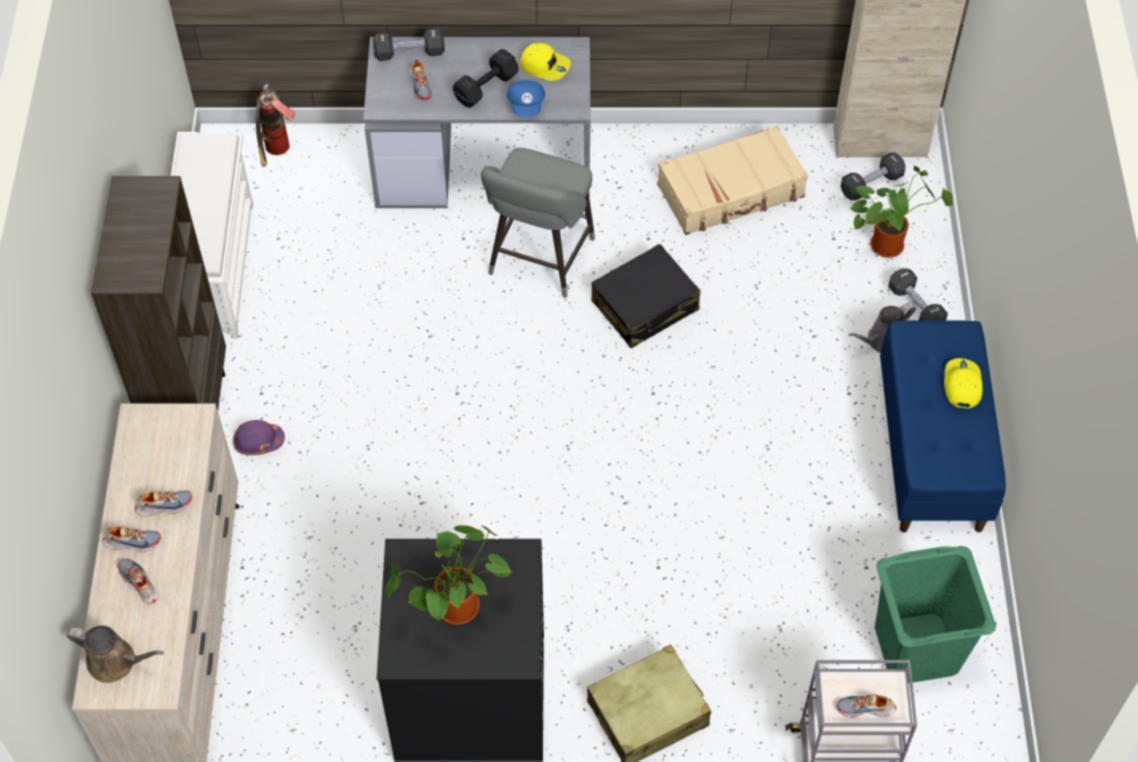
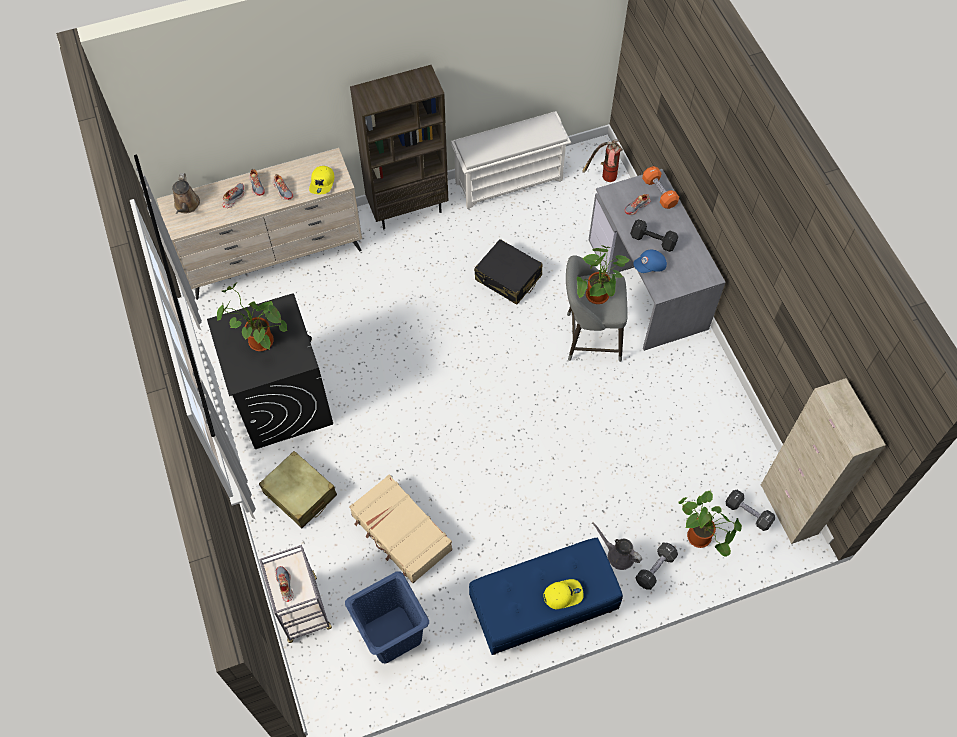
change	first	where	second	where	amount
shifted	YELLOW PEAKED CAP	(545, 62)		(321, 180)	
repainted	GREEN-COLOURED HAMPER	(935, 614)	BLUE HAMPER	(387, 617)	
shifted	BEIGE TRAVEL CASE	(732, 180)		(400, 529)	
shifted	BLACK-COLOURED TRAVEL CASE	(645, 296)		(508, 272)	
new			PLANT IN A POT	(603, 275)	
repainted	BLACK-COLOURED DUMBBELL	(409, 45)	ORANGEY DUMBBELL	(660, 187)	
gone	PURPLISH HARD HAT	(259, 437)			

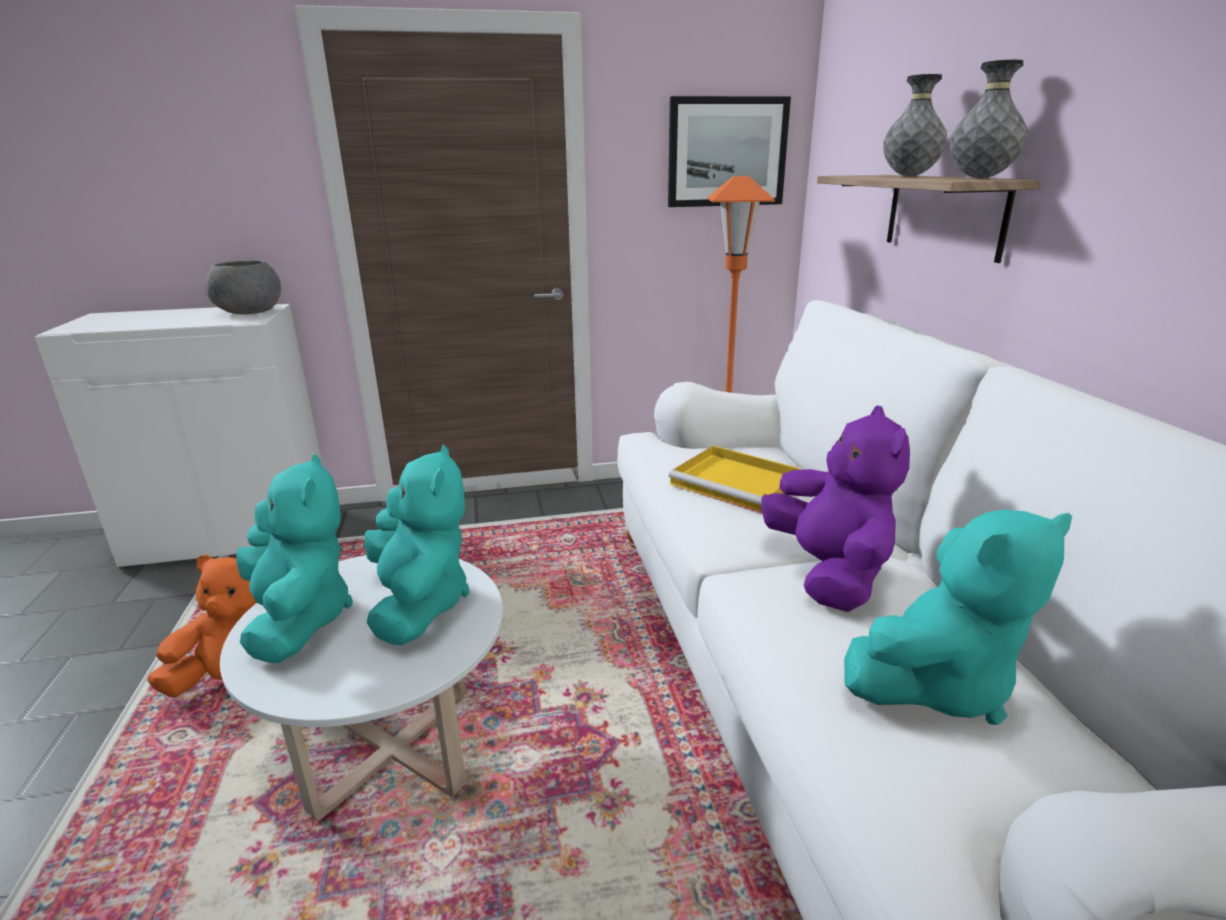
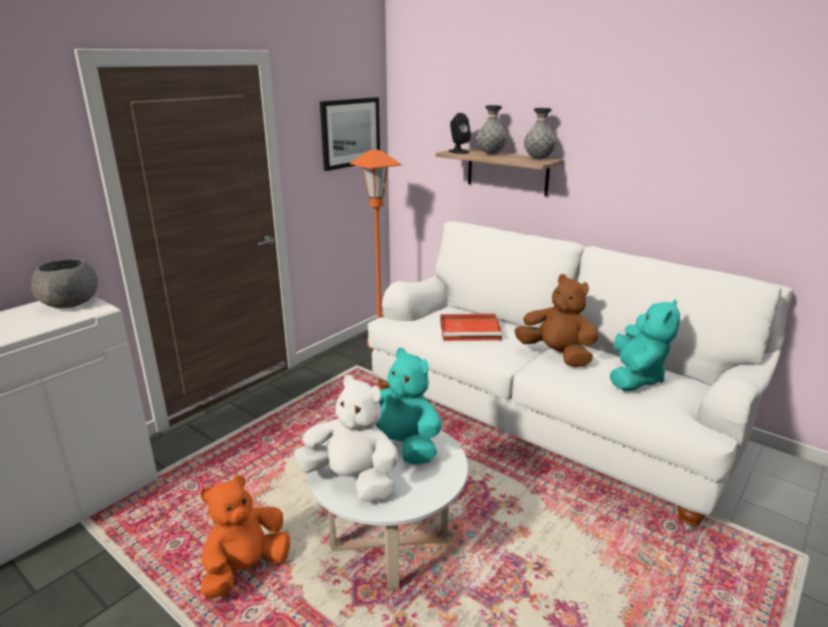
change	first	where	second	where	amount
repainted	BLUE-GREEN SOFT TOY	(294, 558)	WHITE-COLOURED SOFT TOY	(346, 438)	
repainted	YELLOW TRAY	(736, 479)	RED TRAY	(471, 327)	
new			BLACK-COLOURED AUDIO SPEAKER	(460, 133)	
repainted	PURPLISH SOFT TOY	(835, 508)	BROWN SOFT TOY	(556, 320)	

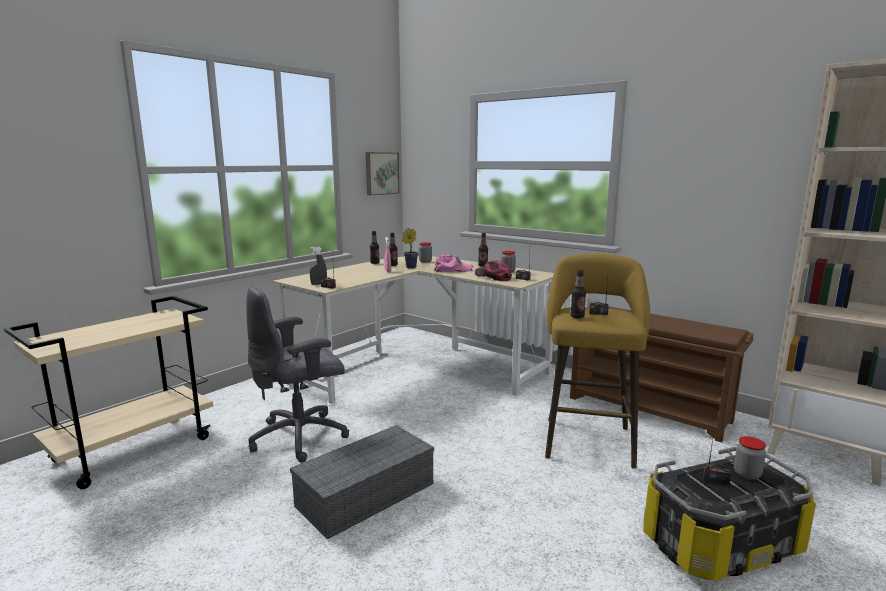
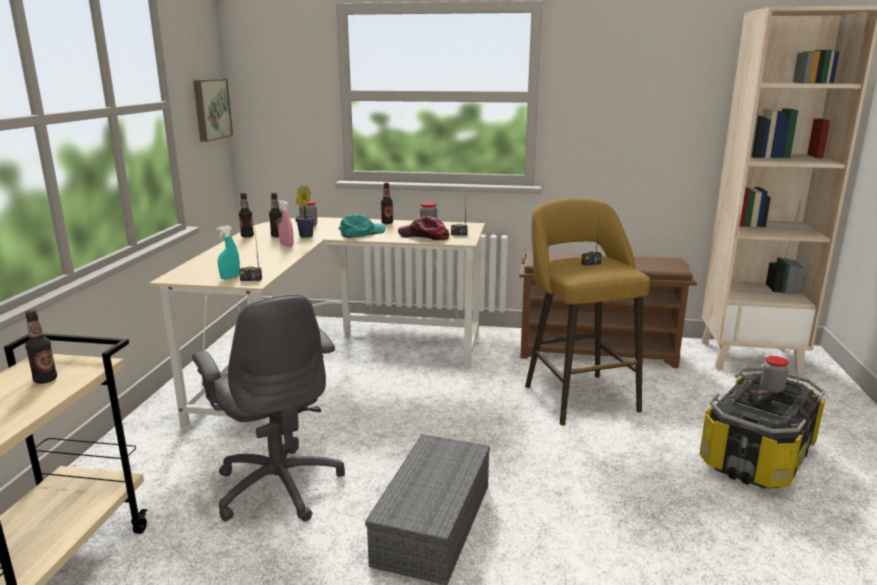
change	first	where	second	where	amount
shifted	DRINK BOTTLE	(578, 294)		(41, 347)	
rotated	GRAY OFFICE CHAIR	(297, 374)		(268, 408)	60 degrees counterclockwise
repainted	GRAY SPRAY BOTTLE	(318, 266)	BLUE-GREEN SPRAY BOTTLE	(228, 253)	
repainted	PINK PEAKED CAP	(454, 263)	BLUE-GREEN PEAKED CAP	(362, 226)	

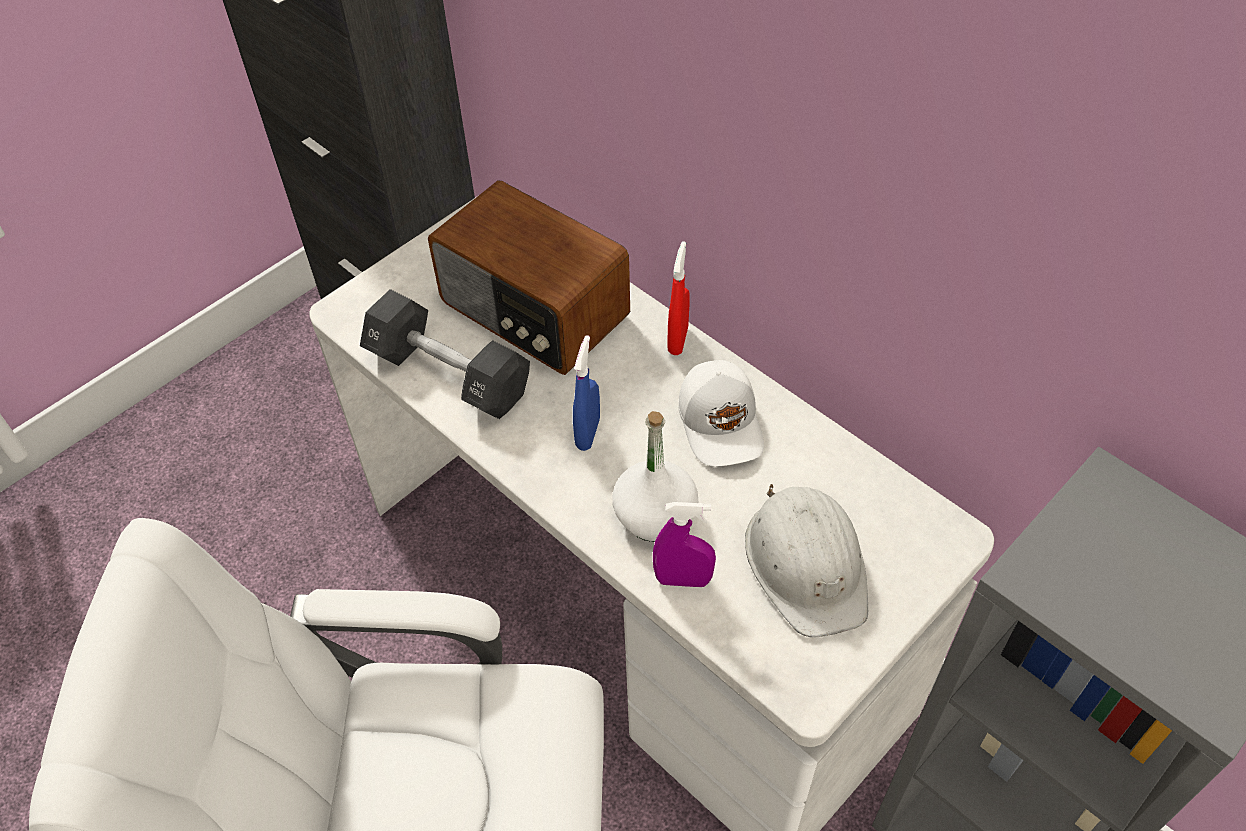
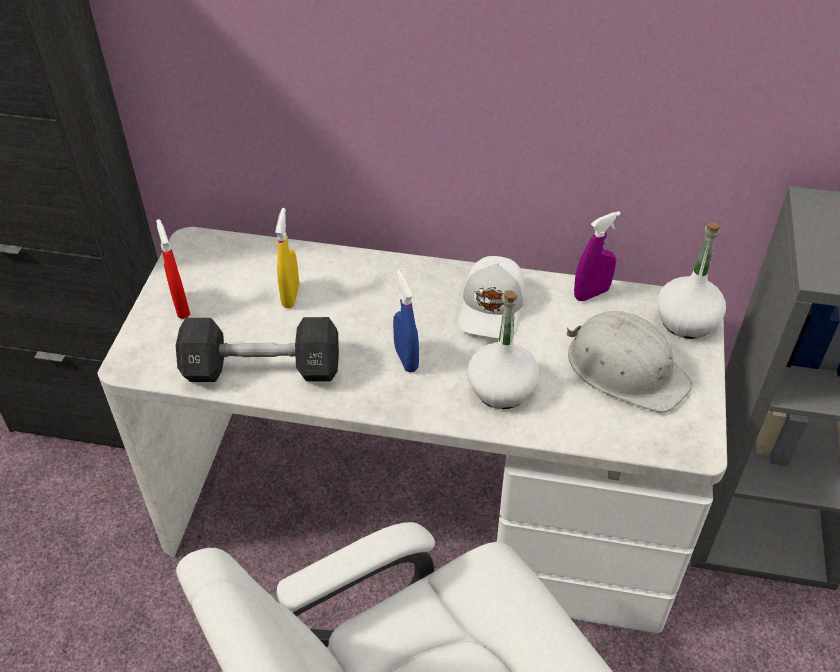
change	first	where	second	where	amount
shifted	RED SPRAY BOTTLE	(678, 298)		(173, 269)	
swapped	RADIO	(529, 277)	YELLOW SPRAY BOTTLE	(287, 258)	
rotated	WHITE-COLOURED PEAKED CAP	(721, 413)		(492, 297)	60 degrees clockwise
shifted	PURPLISH SPRAY BOTTLE	(684, 544)		(597, 256)	
new			WHITE-COLOURED DRINK BOTTLE	(691, 281)	

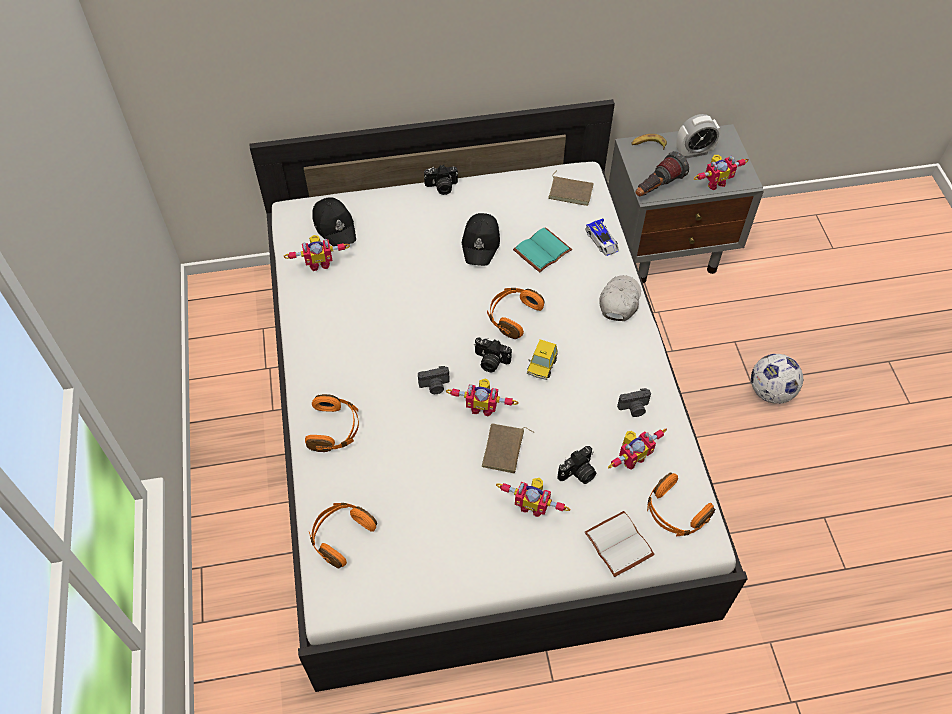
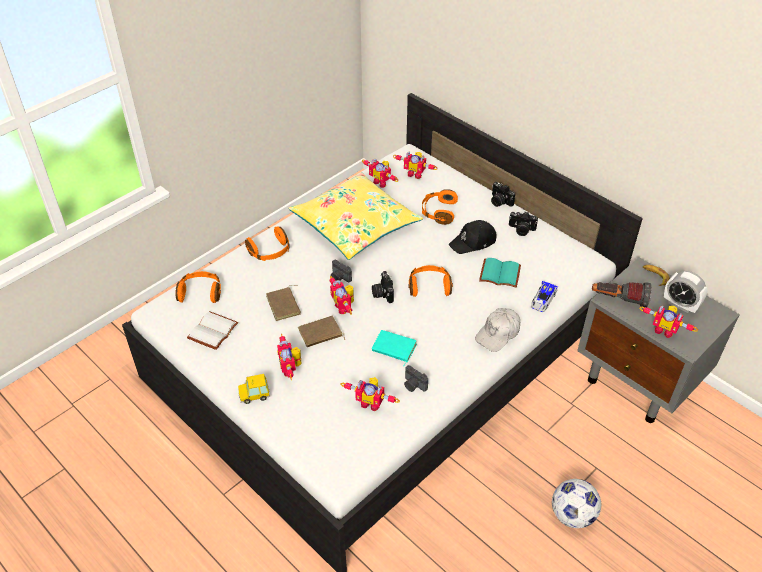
change	first	where	second	where	amount
shifted	WHITE-COLOURED BOOK	(619, 544)		(212, 330)	
shifted	MODEL CAR	(542, 359)		(254, 389)	
shifted	BROWN BOOK	(571, 188)		(283, 303)	
new			YELLOW PILLOW	(355, 216)	
new			BLUE-GREEN BOOK	(394, 348)	
swapped	BLACK-COLOURED PEAKED CAP	(334, 221)	TOY ROBOT	(415, 165)	
shifted	ORANGEY PAIR OF HEADPHONES	(681, 504)		(440, 207)	
rotated	WHITE-COLOURED PEAKED CAP	(620, 298)		(497, 330)	150 degrees clockwise
shifted	STILL CAMERA	(577, 465)		(523, 224)	

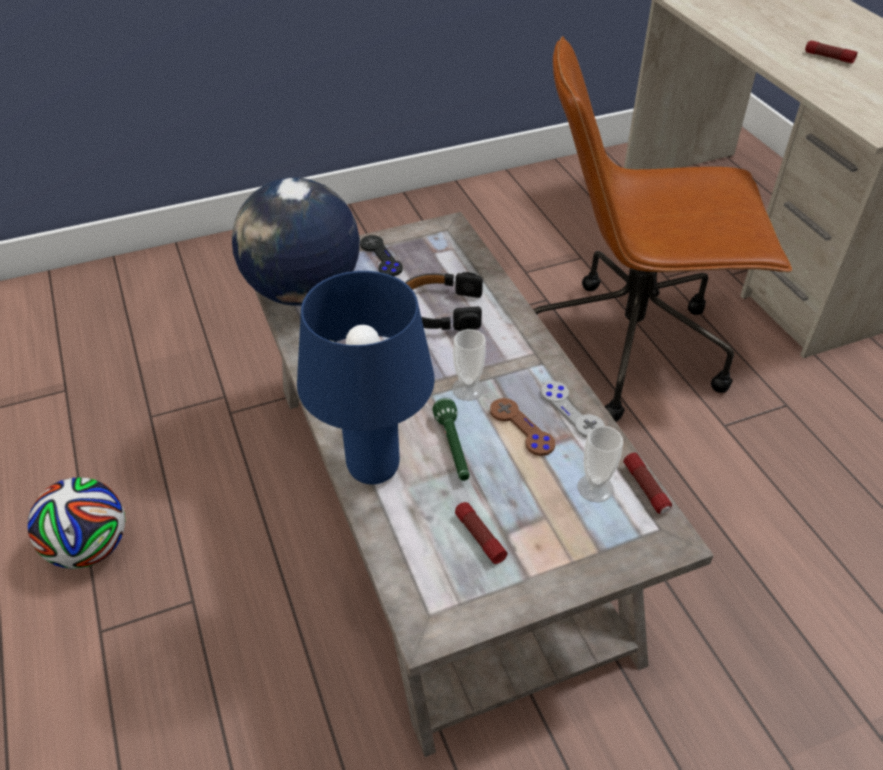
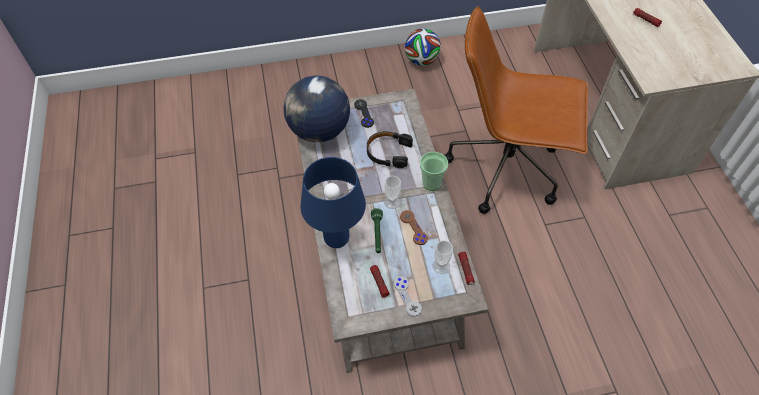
change	first	where	second	where	amount
shifted	GRAY JOYPAD	(573, 409)		(408, 296)	
shifted	BALL FOR FOOTBALL	(76, 523)		(423, 47)	
new			SMALL CUP	(434, 171)	

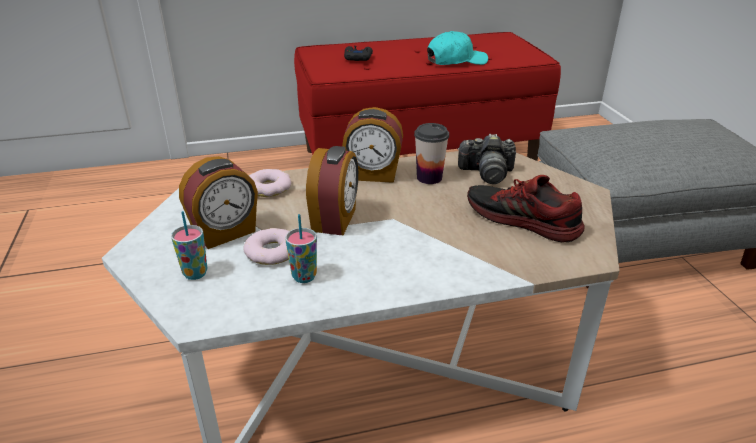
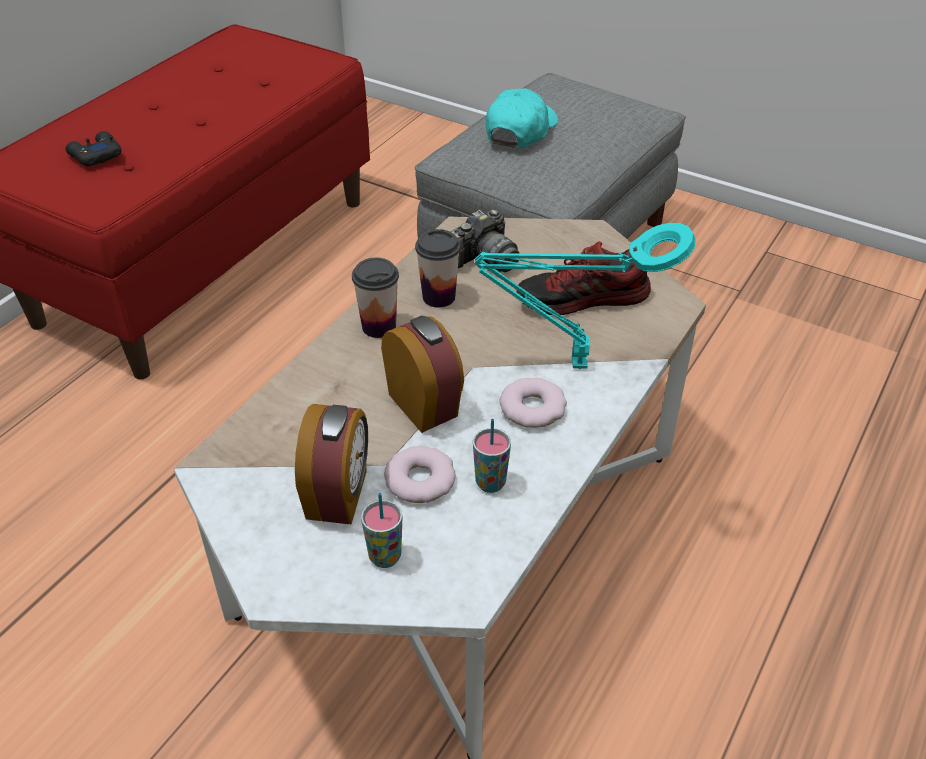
change	first	where	second	where	amount
swapped	TABLE CLOCK	(372, 145)	SMALL CUP	(375, 298)	
new			BLUE-GREEN LAMP FOR A TABLE	(585, 296)	
shifted	BLUE-GREEN PEAKED CAP	(457, 48)		(522, 118)	
shifted	DOUGHNUT	(270, 183)		(533, 403)	

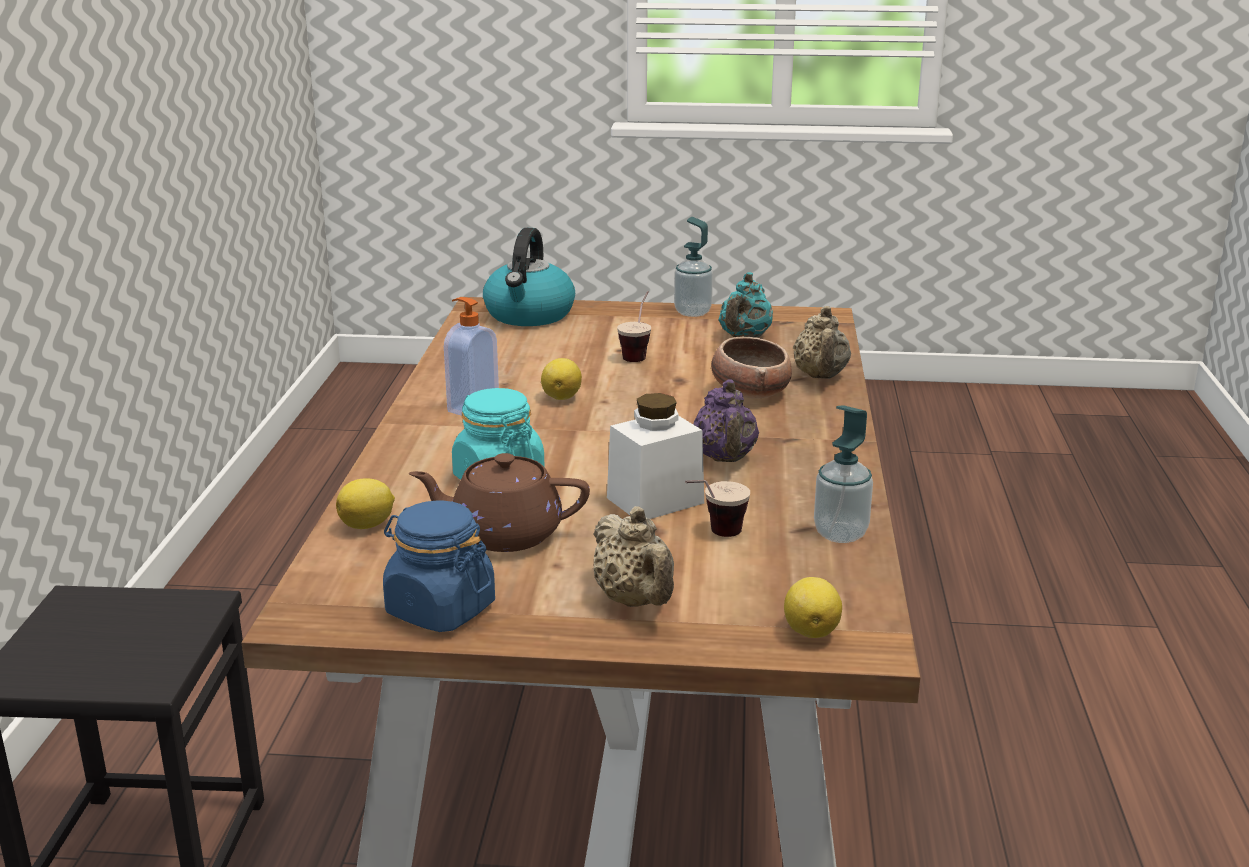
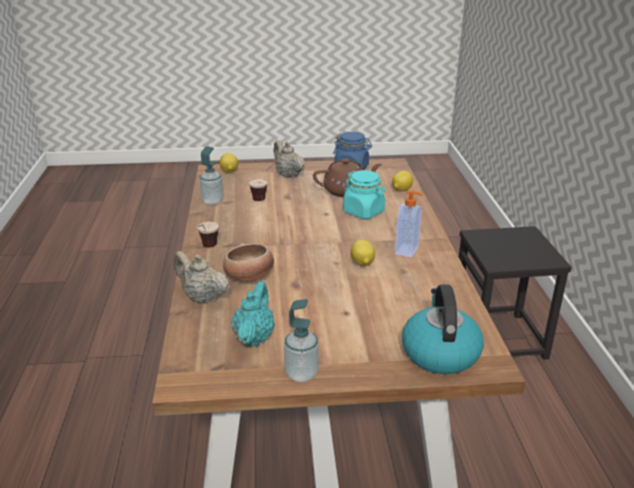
change	first	where	second	where	amount
rotated	BEIGE TEAPOT	(822, 342)		(202, 277)	45 degrees counterclockwise
shifted	SMALL CUP	(634, 326)		(208, 235)	
gone	WHITE-COLOURED STORAGE JAR	(655, 456)			
gone	PURPLISH TEAPOT	(726, 420)			

